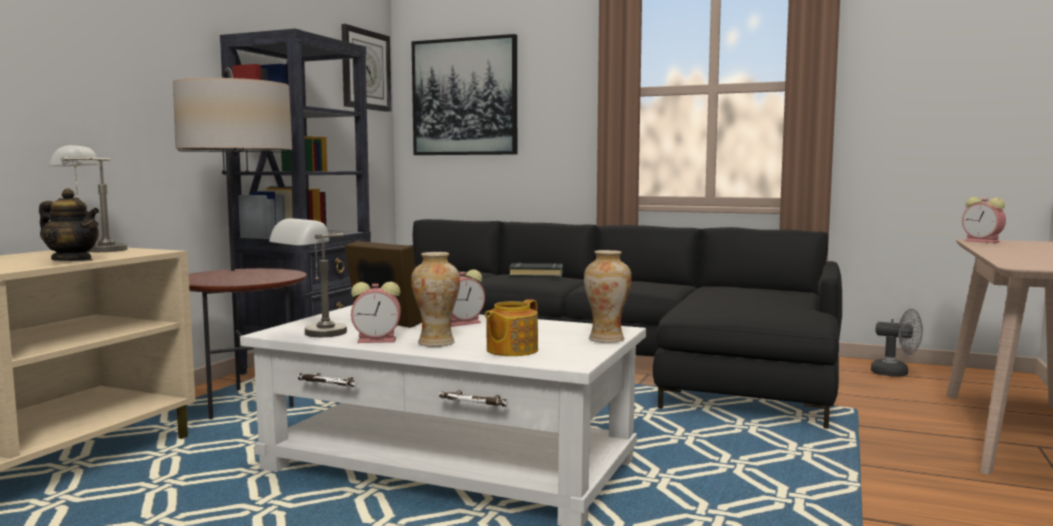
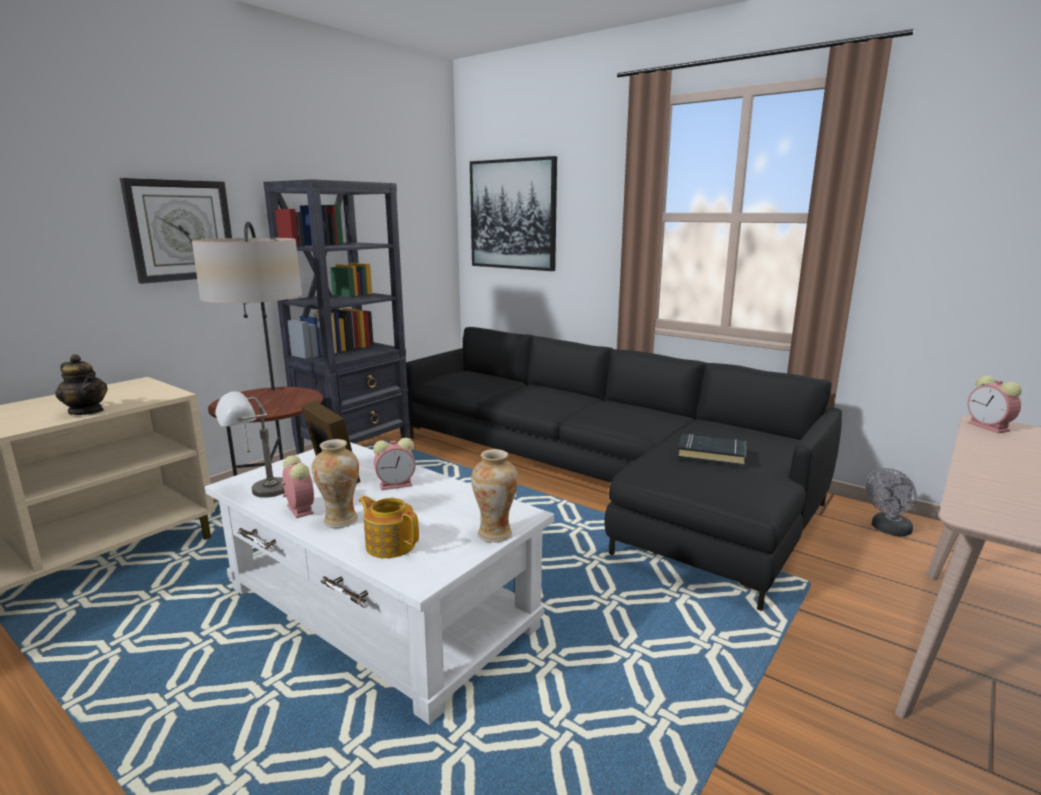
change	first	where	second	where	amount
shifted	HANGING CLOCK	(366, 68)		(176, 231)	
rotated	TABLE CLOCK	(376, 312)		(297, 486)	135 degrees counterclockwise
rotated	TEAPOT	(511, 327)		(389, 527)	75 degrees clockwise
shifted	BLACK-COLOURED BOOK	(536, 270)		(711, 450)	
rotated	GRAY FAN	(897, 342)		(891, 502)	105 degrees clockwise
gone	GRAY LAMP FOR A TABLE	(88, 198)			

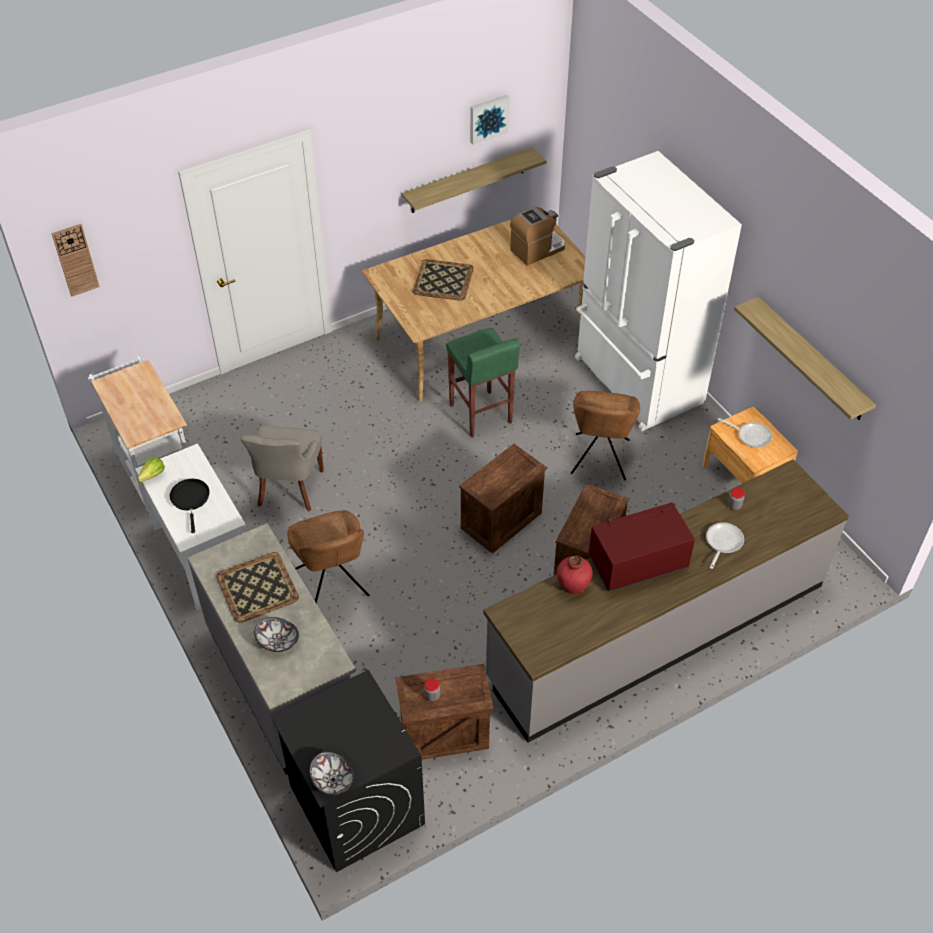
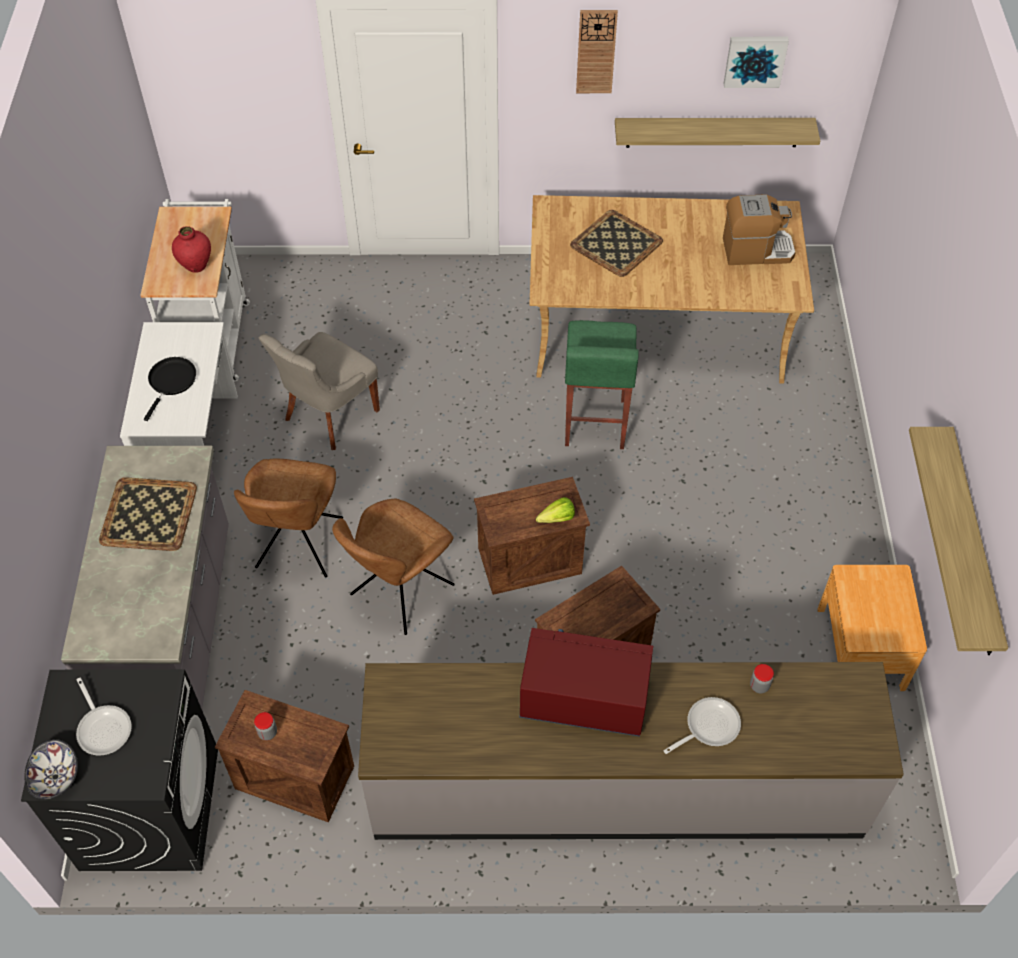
change	first	where	second	where	amount
shifted	FRYING PAN	(745, 433)		(104, 717)	
shifted	RED FLOWER VASE	(575, 574)		(191, 249)	
shifted	BROWN UPRIGHT CHAIR	(605, 435)		(393, 567)	
shifted	LETTUCE HEAD	(151, 470)		(555, 510)	
shifted	HANGING CLOCK	(75, 260)		(597, 51)	
gone	BOWL	(276, 634)			
gone	WHITE-COLOURED REFRIGERATOR	(658, 291)			

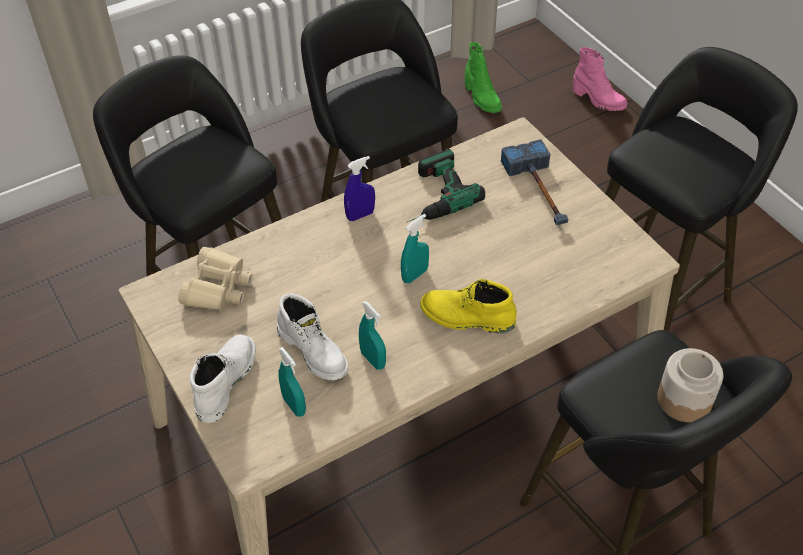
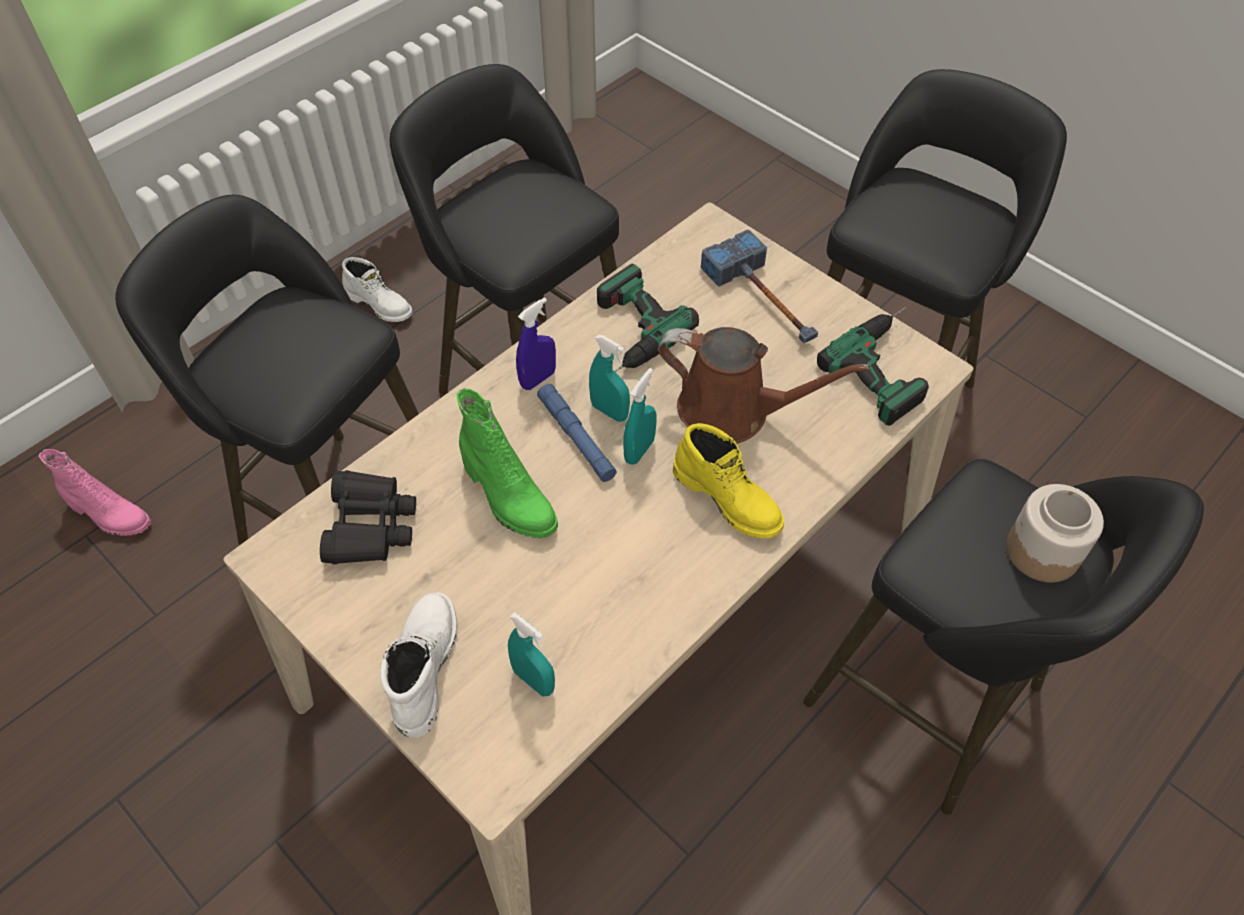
change	first	where	second	where	amount
shifted	PINK BOOT	(599, 79)		(95, 492)	
repainted	BEIGE BINOCULARS	(215, 279)	BLACK-COLOURED BINOCULARS	(368, 517)	
shifted	WHITE-COLOURED BOOT	(312, 337)		(377, 289)	
shifted	GREEN-COLOURED BOOT	(483, 77)		(507, 463)	
new			BLUE HAND TORCH	(577, 433)	
shifted	BLUE-GREEN SPRAY BOTTLE	(372, 335)		(609, 378)	
new			BROWN WATERING POT	(764, 385)	
rotated	YELLOW BOOT	(468, 306)		(728, 481)	135 degrees counterclockwise
new			ELECTRIC DRILL	(873, 366)	

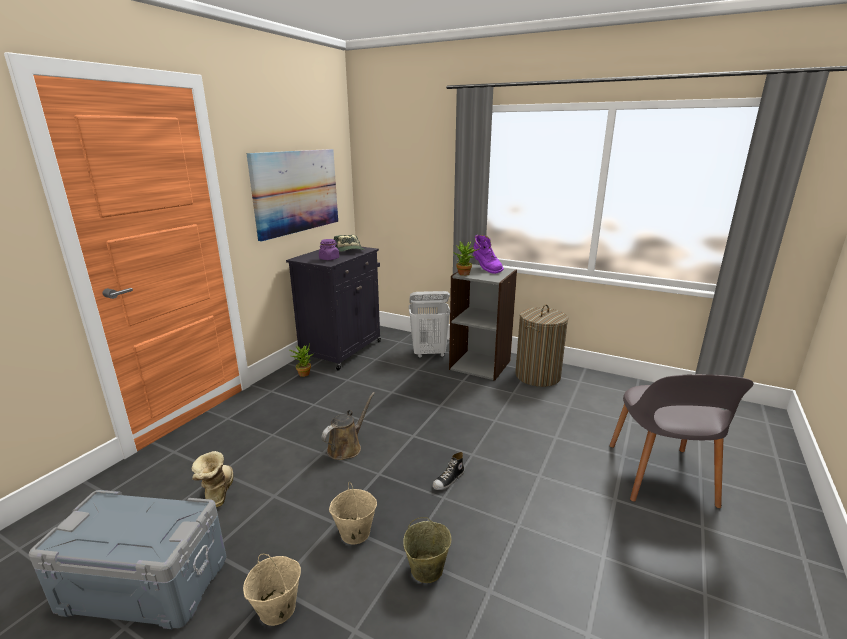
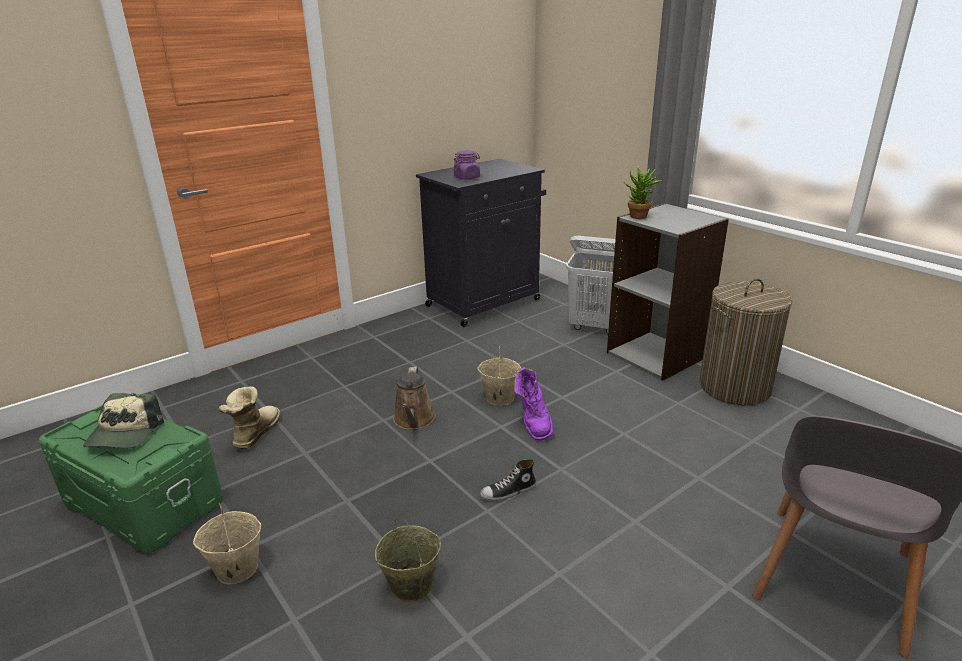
change	first	where	second	where	amount
repainted	GRAY STORAGE BIN	(127, 559)	GREEN-COLOURED STORAGE BIN	(131, 479)	
shifted	PEAKED CAP	(349, 243)		(123, 420)	
rotated	BROWN WATERING POT	(348, 426)		(414, 398)	120 degrees clockwise
shifted	BEIGE WATER BUCKET	(353, 513)		(499, 376)	
shifted	PURPLISH BOOT	(488, 254)		(534, 404)	
gone	PICTURE	(292, 195)			
gone	PLANT IN A POT	(301, 359)			

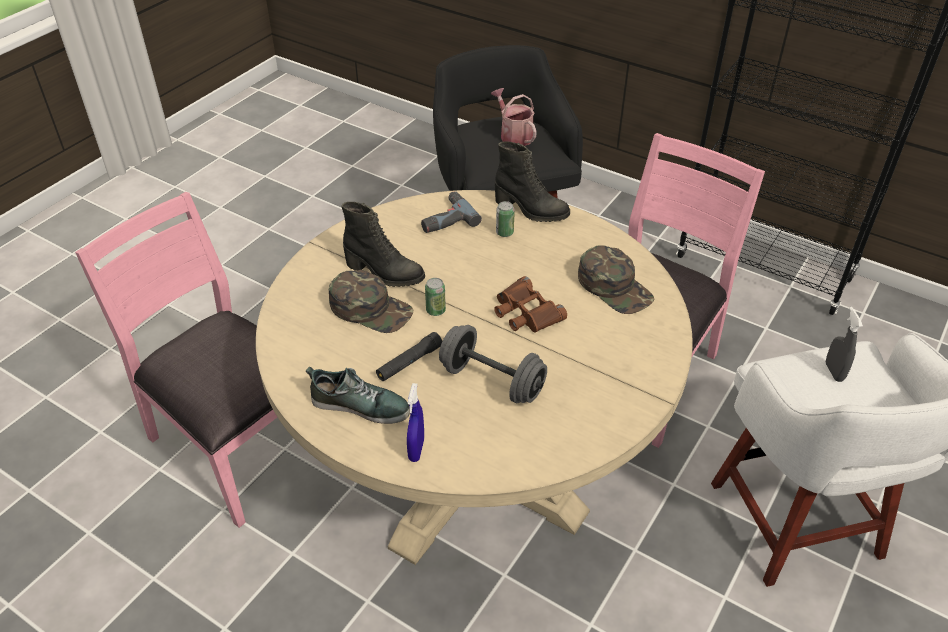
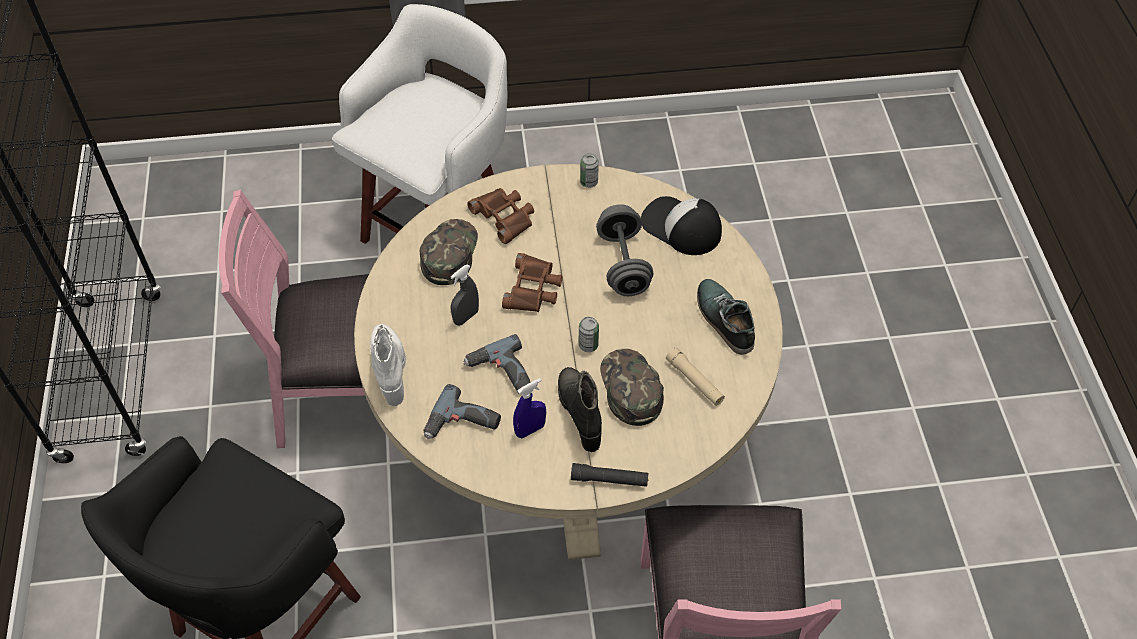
change	first	where	second	where	amount
repainted	BLACK-COLOURED BOOT	(532, 182)	WHITE-COLOURED BOOT	(388, 365)	
shifted	GRAY SPRAY BOTTLE	(844, 344)		(464, 295)	
new			ELECTRIC DRILL	(496, 363)	
new			BROWN BINOCULARS	(500, 216)	
shifted	BLUE SPRAY BOTTLE	(415, 422)		(529, 408)	
shifted	BLACK-COLOURED HAND TORCH	(409, 356)		(609, 475)	
shifted	CAN	(505, 219)		(589, 170)	
new			PEAKED CAP	(681, 225)	
new			BEIGE HAND TORCH	(695, 376)	
gone	WATERING POT	(514, 117)			

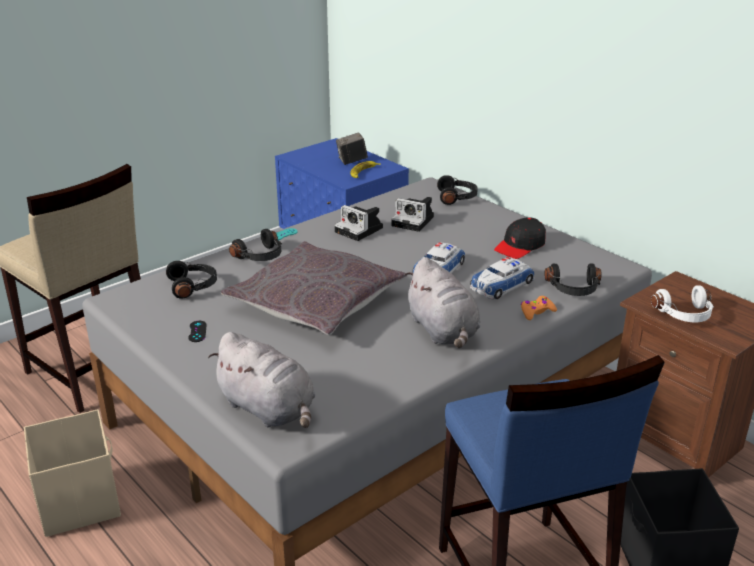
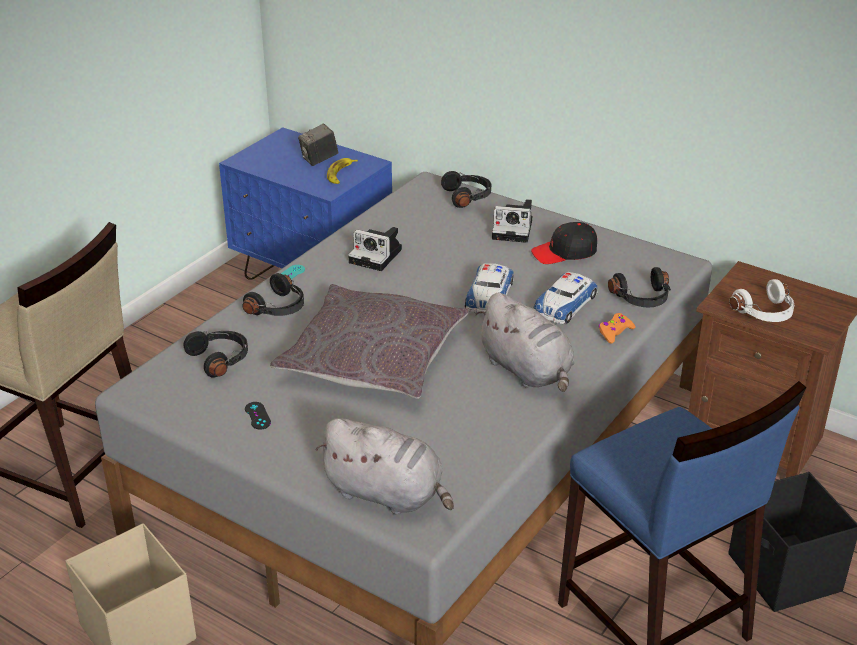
change	first	where	second	where	amount
shifted	STILL CAMERA	(412, 214)		(512, 221)	
rotated	BLACK-COLOURED PEAKED CAP	(520, 238)		(564, 243)	45 degrees clockwise

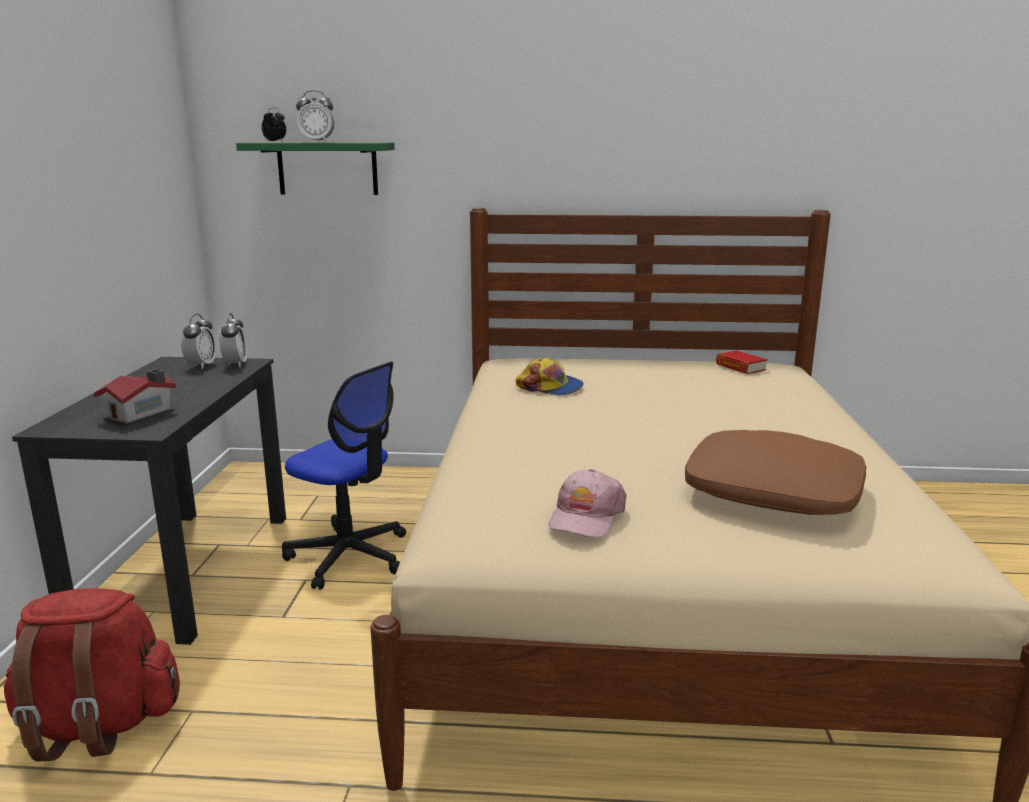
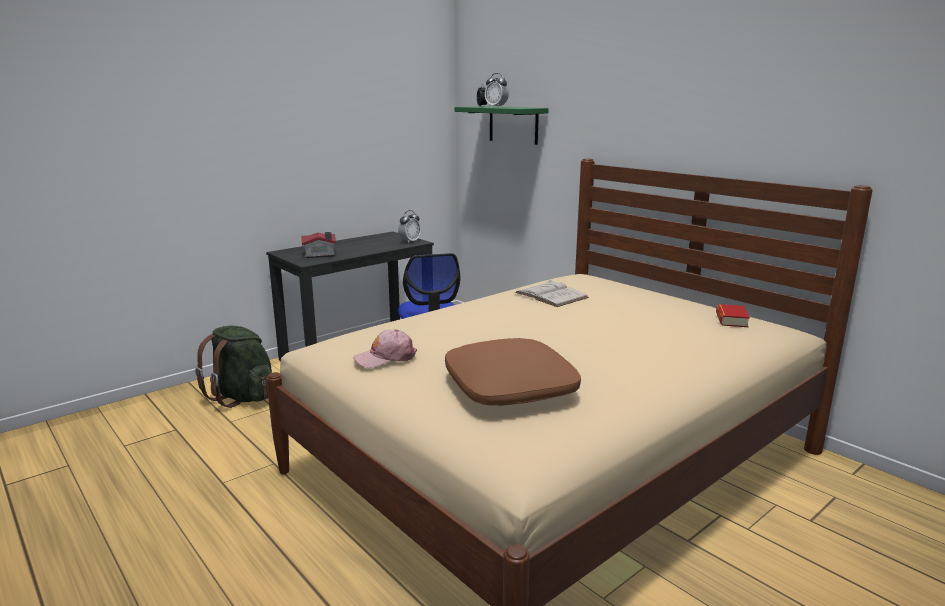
change	first	where	second	where	amount
repainted	RED KNAPSACK	(91, 675)	GREEN-COLOURED KNAPSACK	(233, 367)	
swapped	PEAKED CAP	(550, 377)	WHITE-COLOURED BOOK	(552, 293)	
gone	TABLE CLOCK	(198, 341)			

